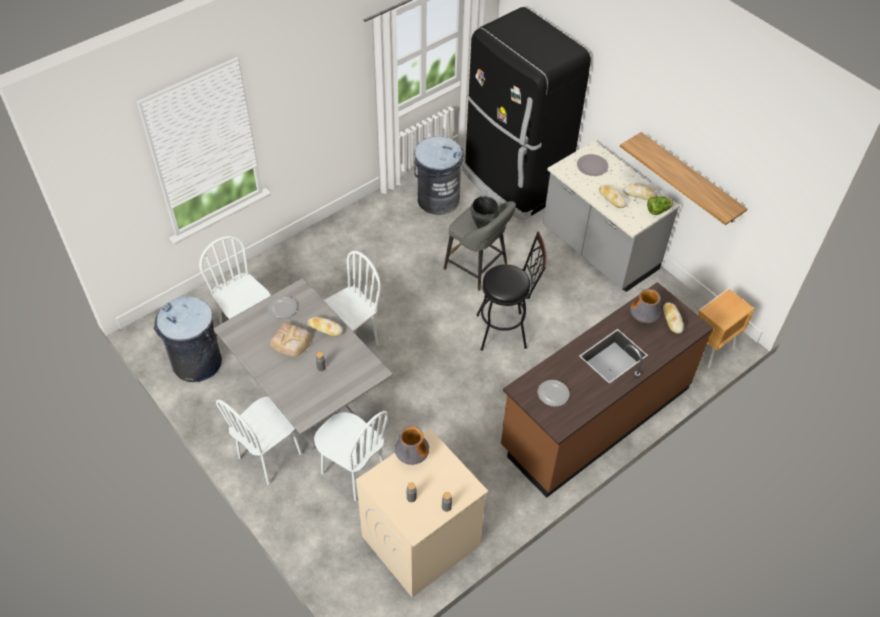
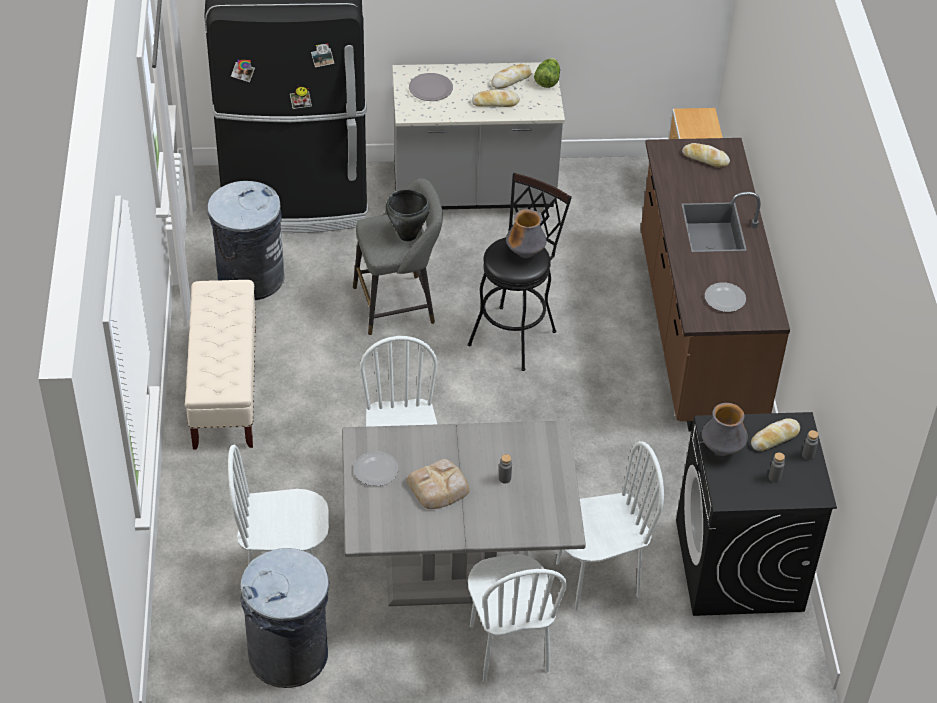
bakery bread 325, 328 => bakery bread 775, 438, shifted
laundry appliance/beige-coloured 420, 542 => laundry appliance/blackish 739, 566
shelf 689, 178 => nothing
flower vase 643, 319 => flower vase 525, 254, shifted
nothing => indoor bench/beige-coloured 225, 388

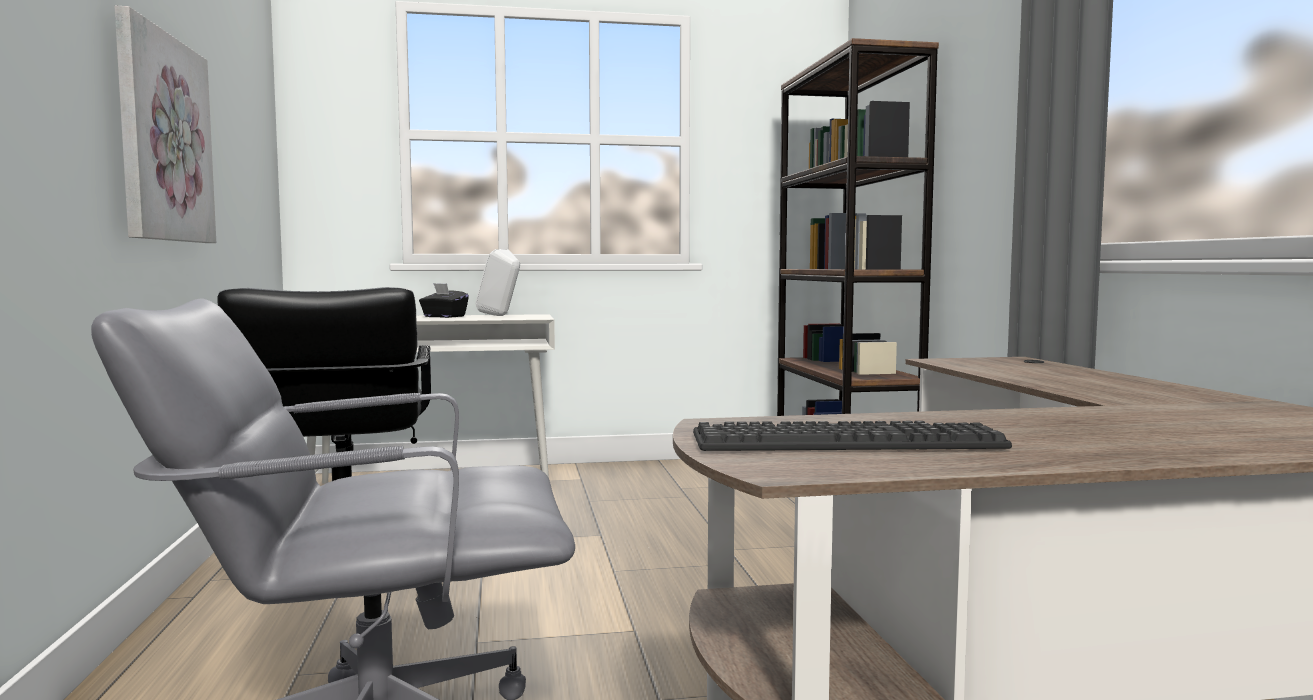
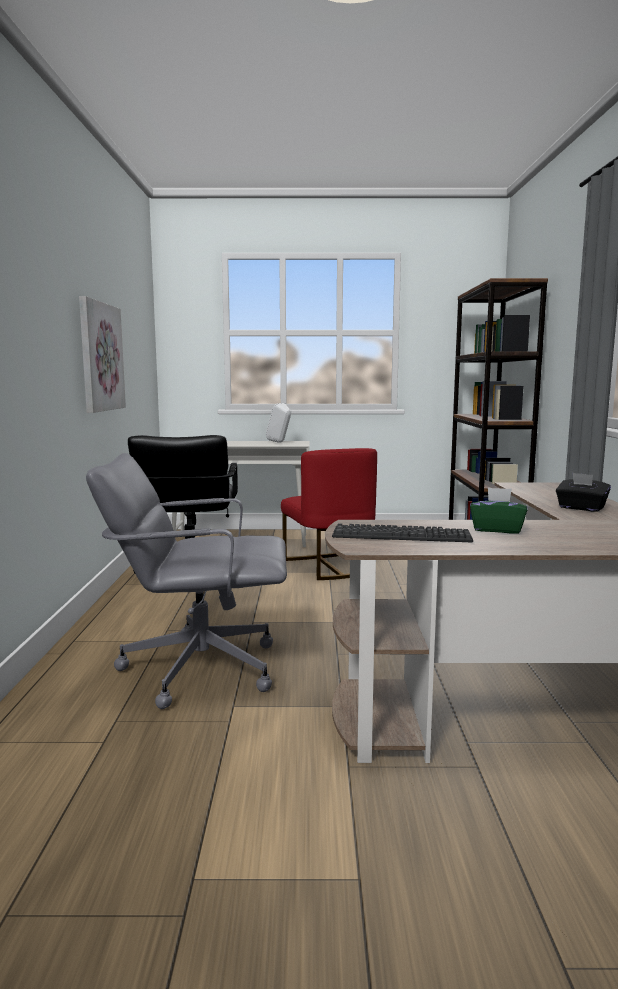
box of tissues/blackish 444, 317 => box of tissues/blackish 581, 508, shifted
nothing => upright chair/red-coloured 328, 567
nothing => box of tissues/greenish 497, 529

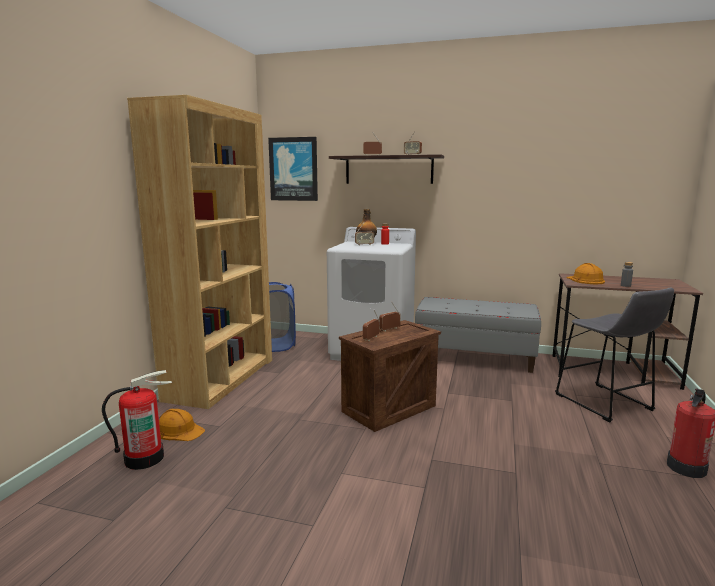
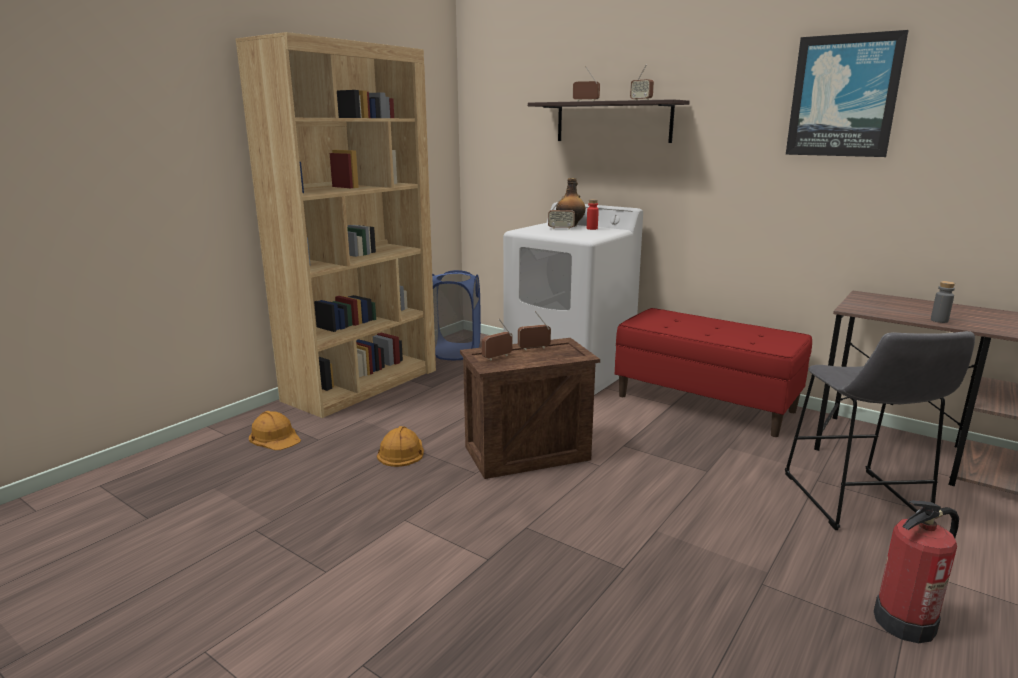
fire-fighting cylinder 144, 458 => nothing
wall art 293, 169 => wall art 843, 96, shifted
indoor bench/greyish 474, 358 => indoor bench/red-coloured 705, 403
work helmet/orange-coloured 585, 280 => work helmet/orange-coloured 401, 452, shifted

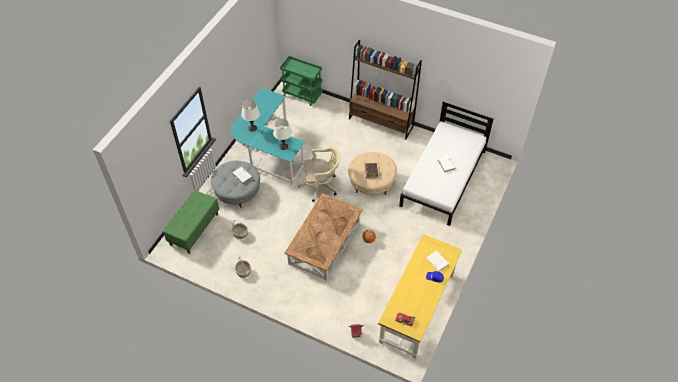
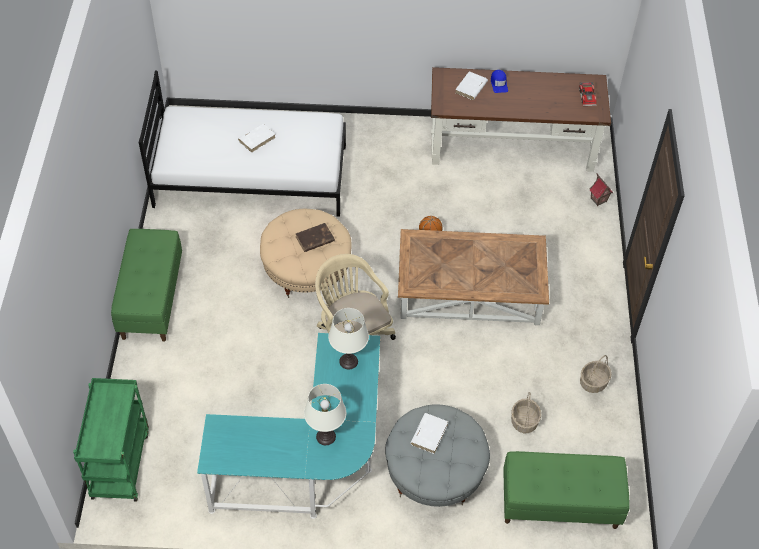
bookcase/brown-coloured 381, 122 => indoor bench/greenish 151, 299
desk/yellow-coloured 417, 308 => desk/brown-coloured 512, 145

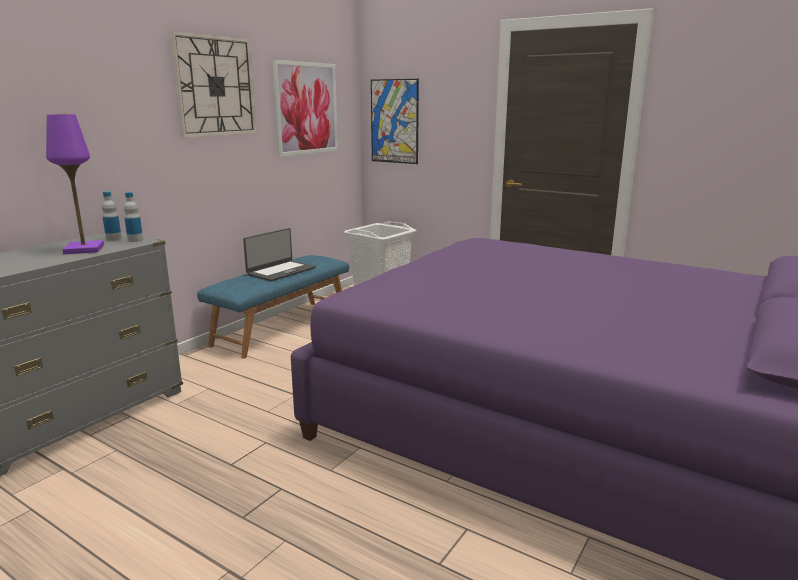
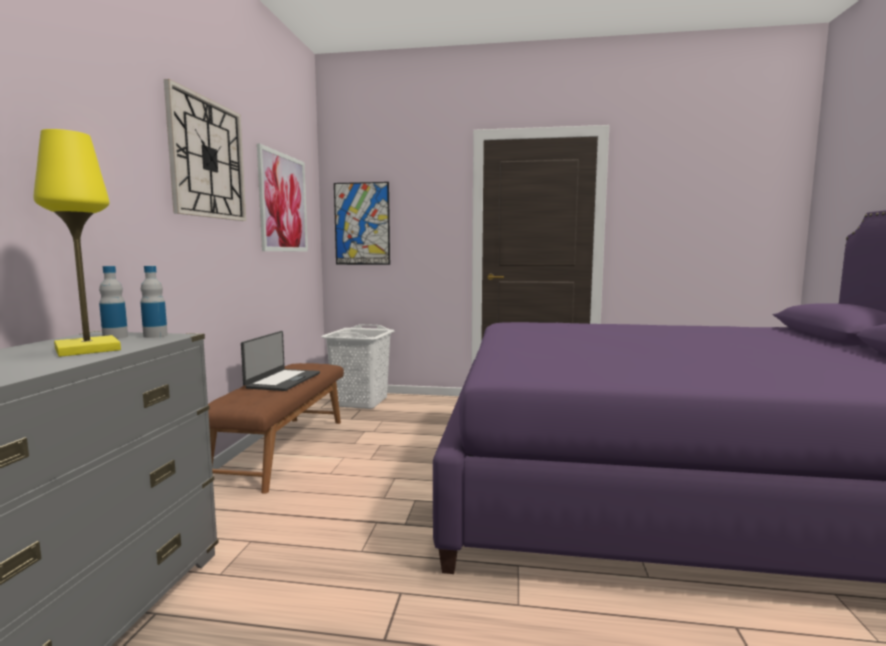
table lamp/purple-coloured 84, 249 => table lamp/yellow-coloured 87, 349
indoor bench/blue-coloured 281, 327 => indoor bench/brown-coloured 281, 449

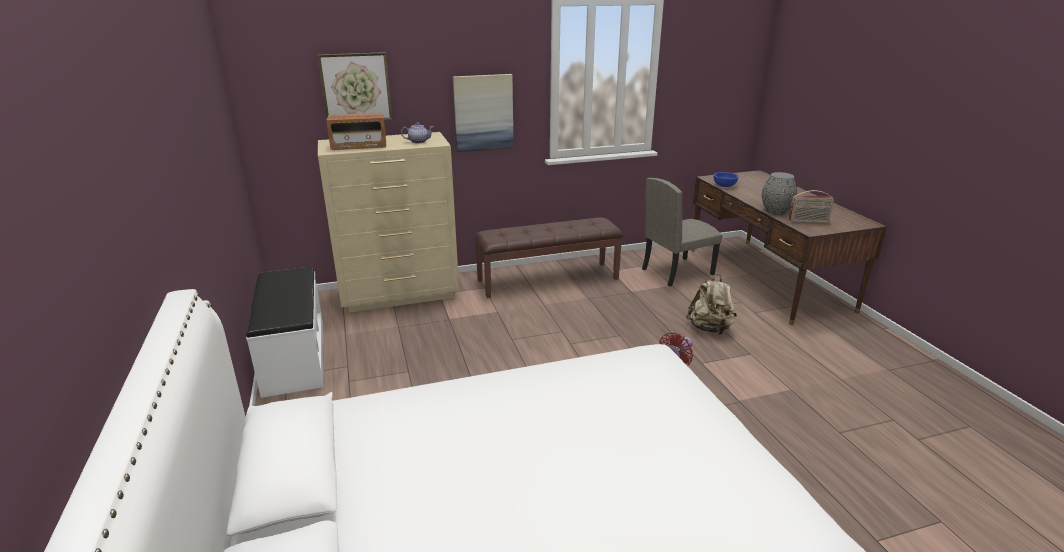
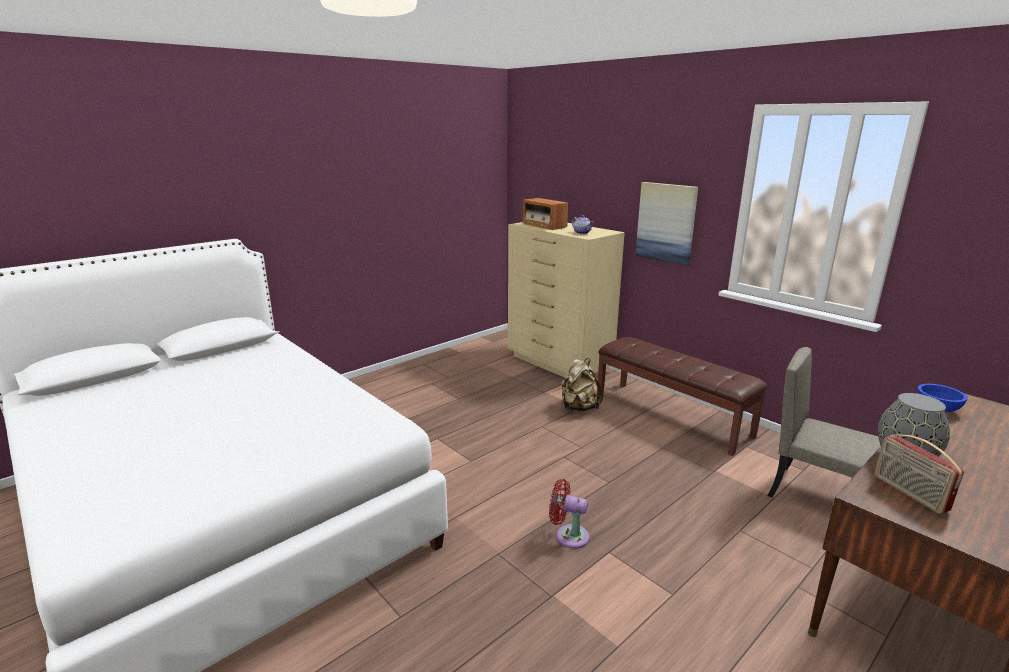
indoor bench/white 293, 356 => nothing
wall art 356, 87 => nothing
knapsack/beige-coloured 710, 329 => knapsack/beige-coloured 578, 408, shifted

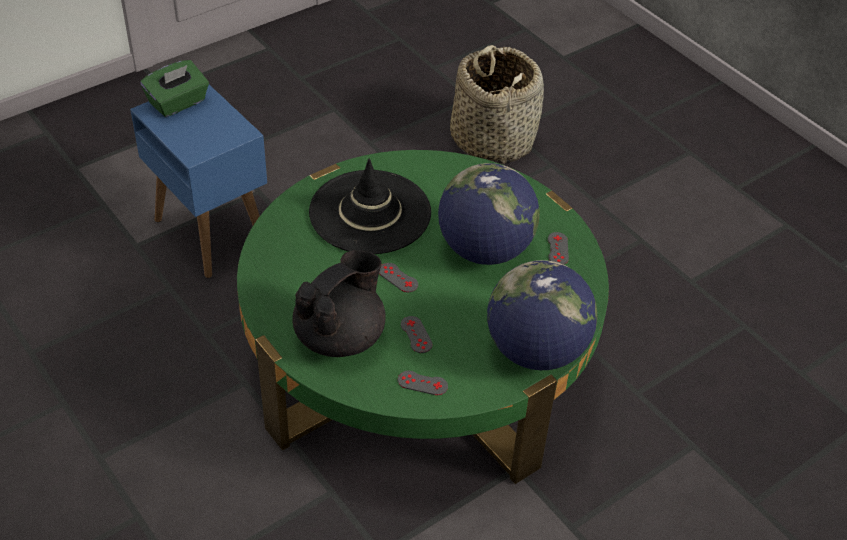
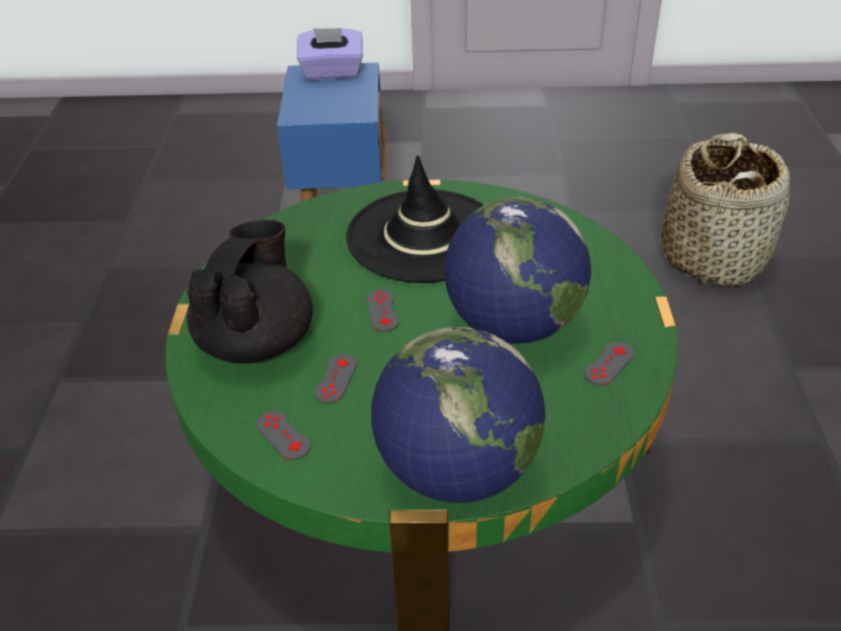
box of tissues/greenish 178, 103 => box of tissues/purple-coloured 332, 73
tea pot/blackish 341, 336 => tea pot/blackish 257, 341, 60 degrees counterclockwise

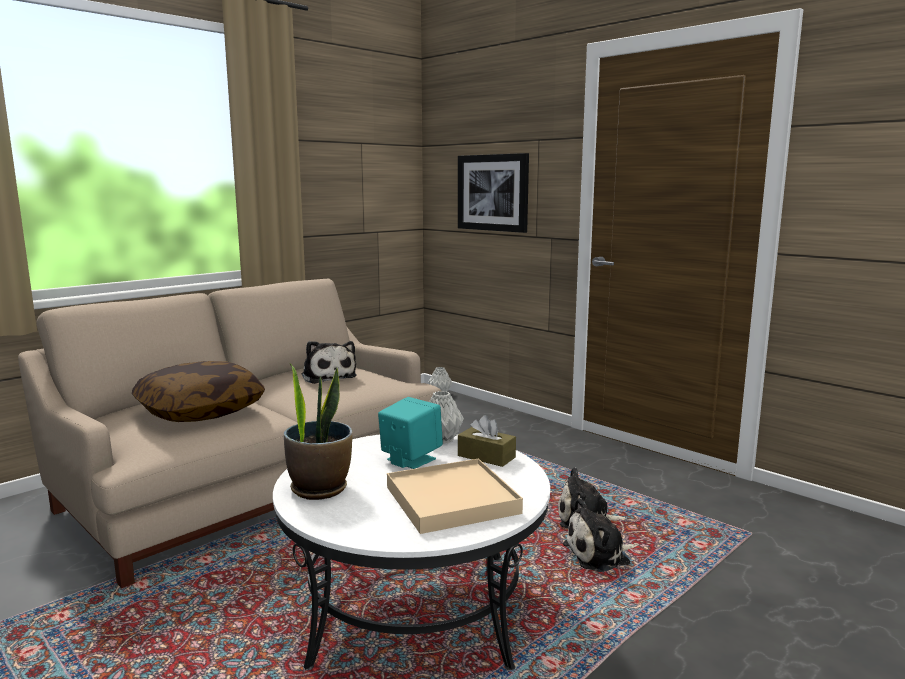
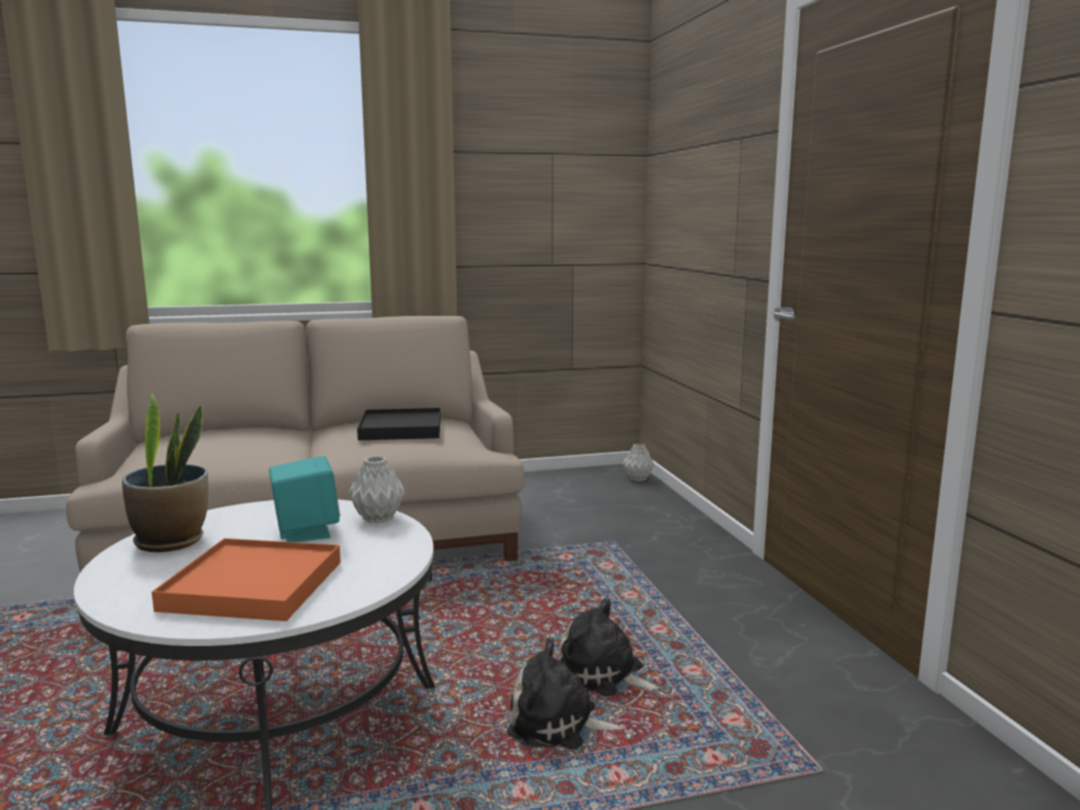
throw pillow 201, 411 => nothing
soft toy 328, 376 => tray/blackish 401, 429
tray/beige-coloured 451, 500 => tray/orange-coloured 253, 585
wall art 493, 192 => nothing
box of tissues/brown-coloured 486, 456 => nothing

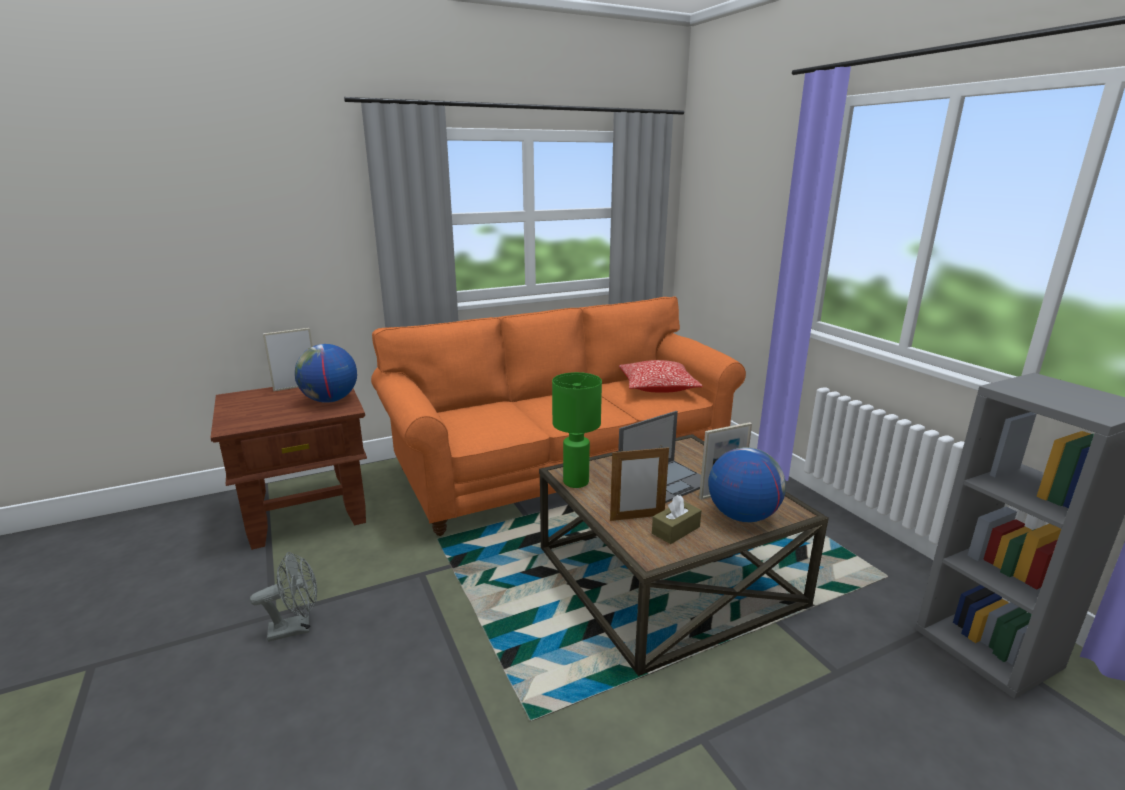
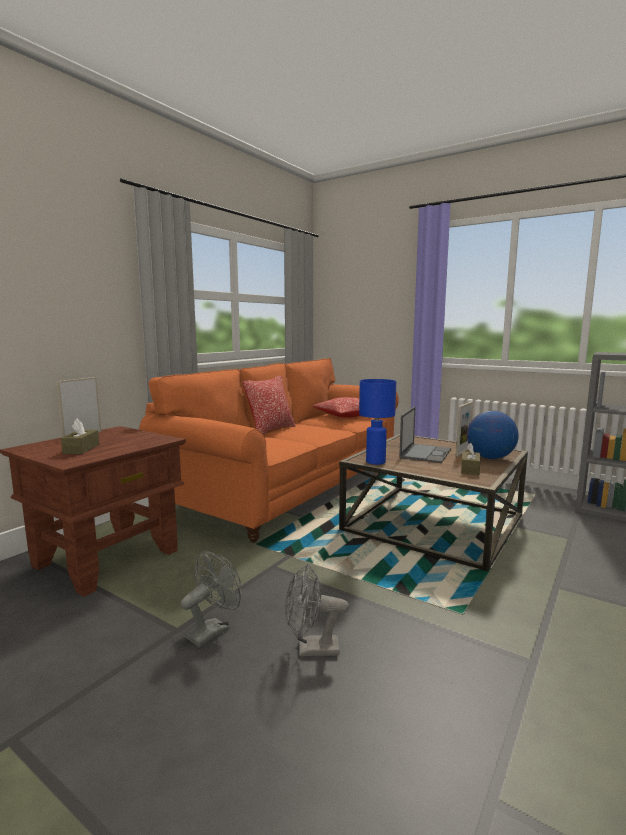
world globe 330, 400 => nothing
table lamp/greenish 576, 482 => table lamp/blue-coloured 376, 462
standing frame 637, 517 => nothing
nothing => box of tissues/brown-coloured 81, 449
nothing => throw pillow 271, 430
nothing => cooling fan/greyish 311, 649

